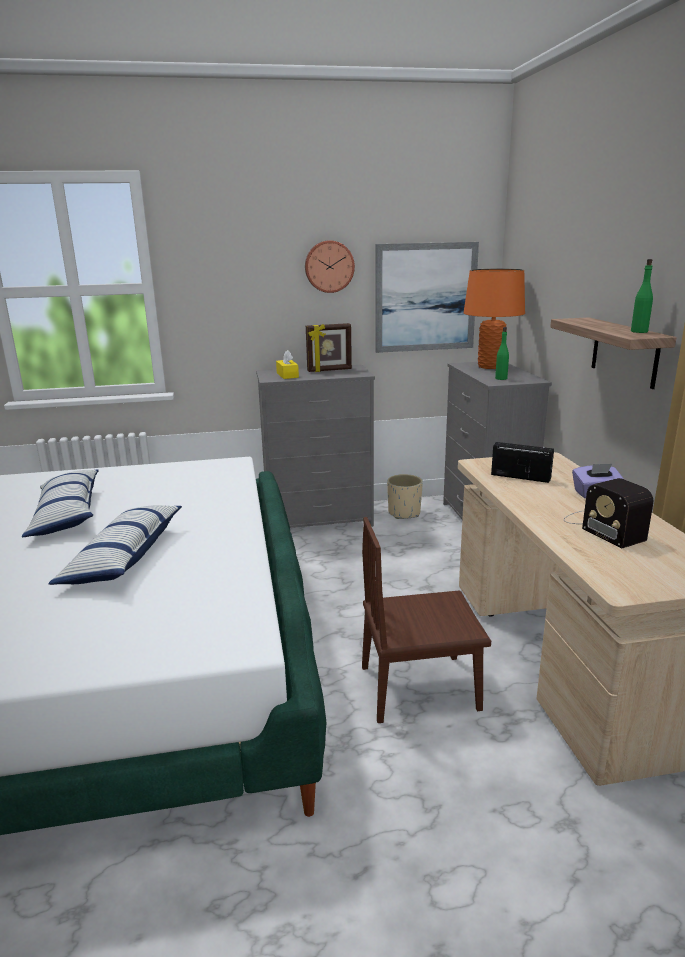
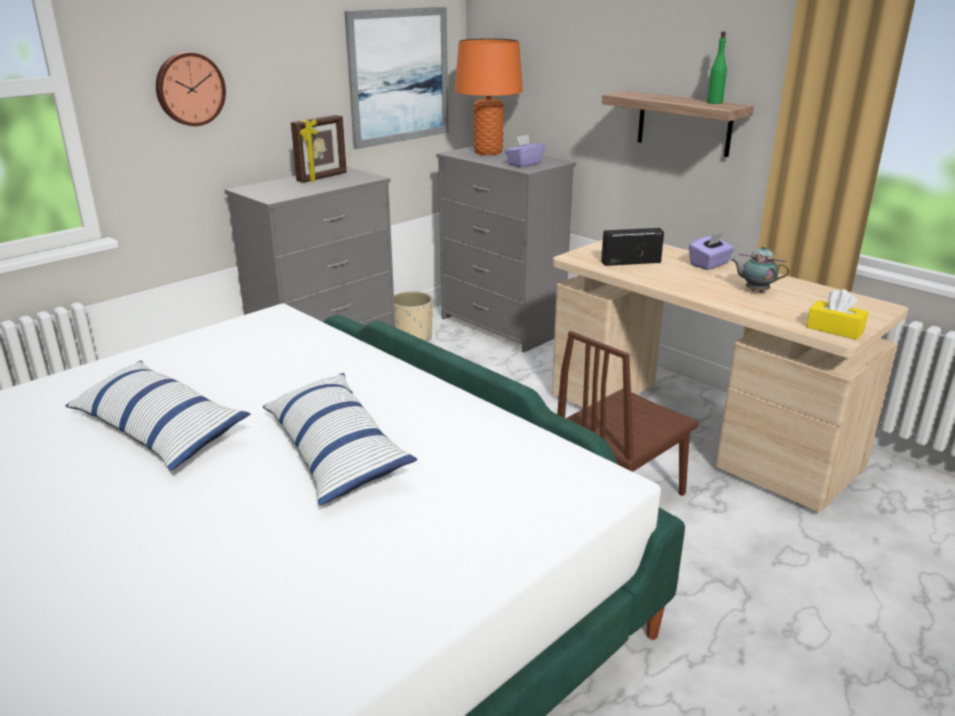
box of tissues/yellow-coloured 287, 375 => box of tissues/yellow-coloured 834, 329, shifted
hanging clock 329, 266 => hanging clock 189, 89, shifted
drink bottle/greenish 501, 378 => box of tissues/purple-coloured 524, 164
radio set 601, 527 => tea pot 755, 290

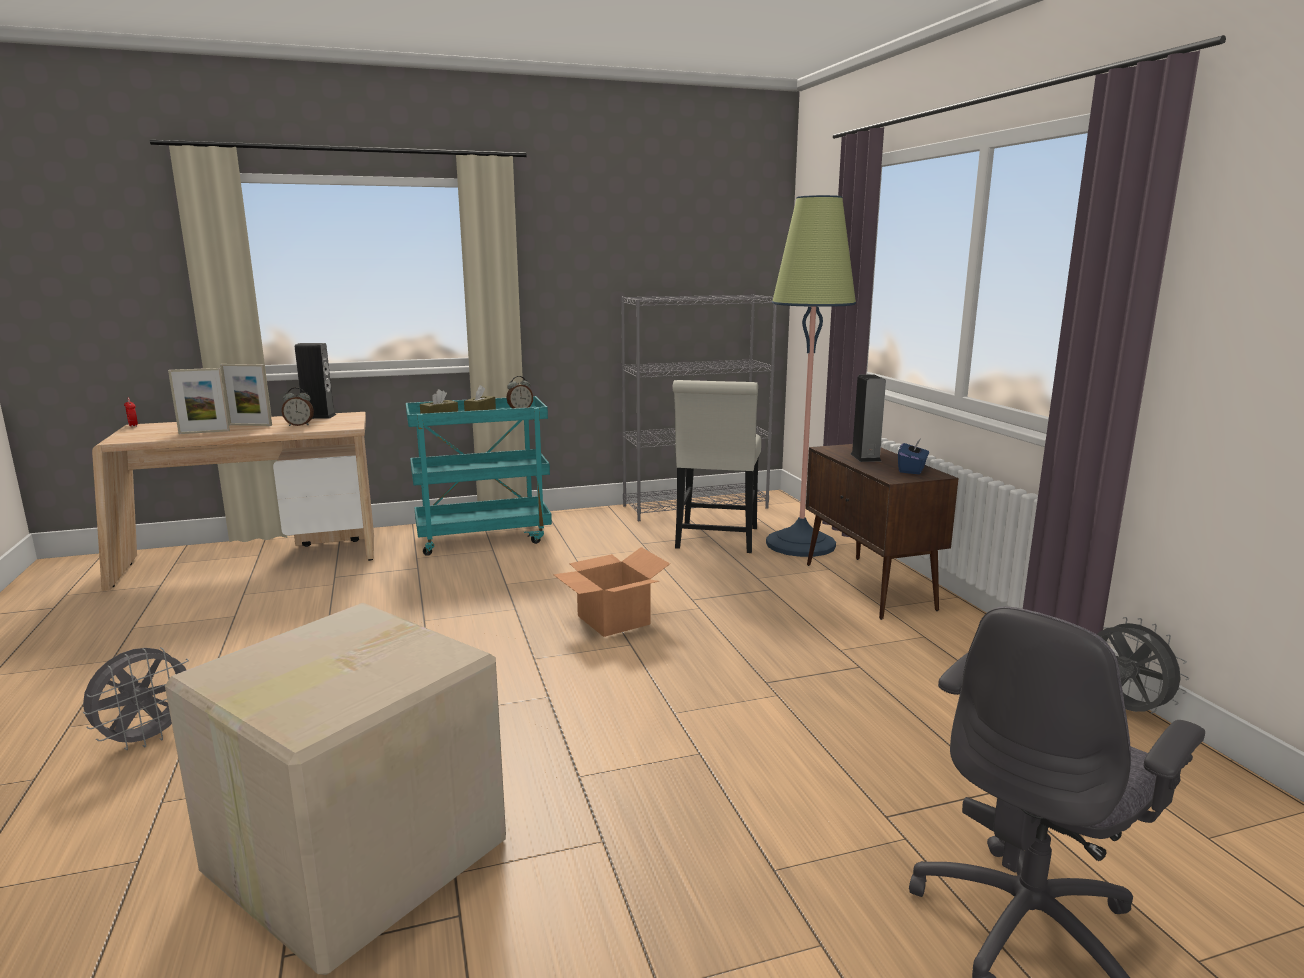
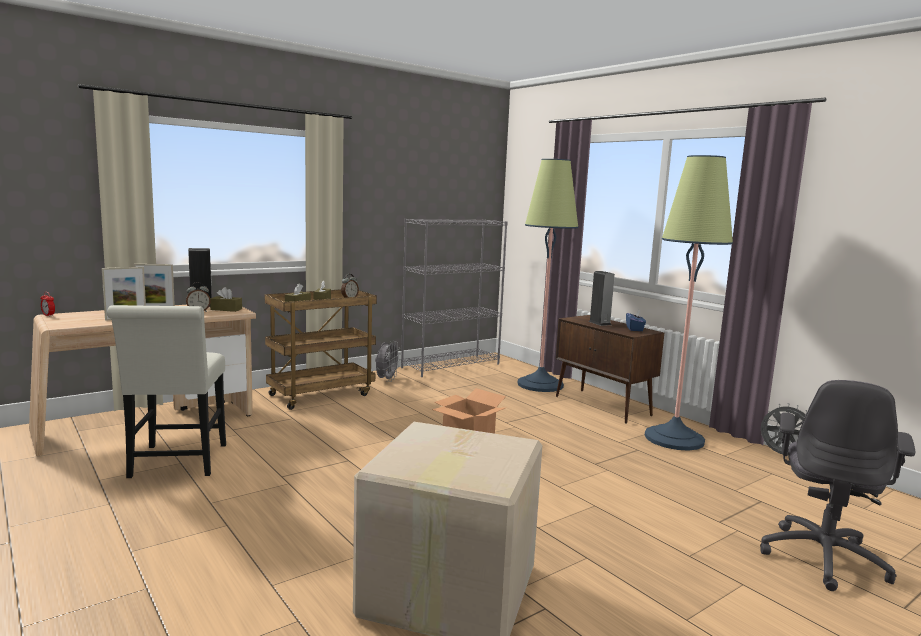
cooling fan/greyish 148, 738 => cooling fan/greyish 386, 380, shifted
trolley/turquoise 484, 537 => trolley/brown-coloured 321, 394
upright chair/white 716, 540 => upright chair/white 176, 464, shifted
nothing => box of tissues/brown-coloured 226, 309
nothing => standard lamp 674, 439

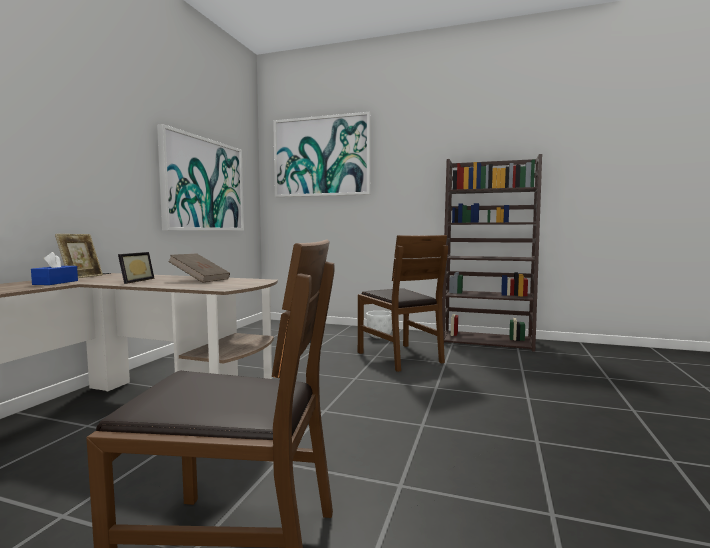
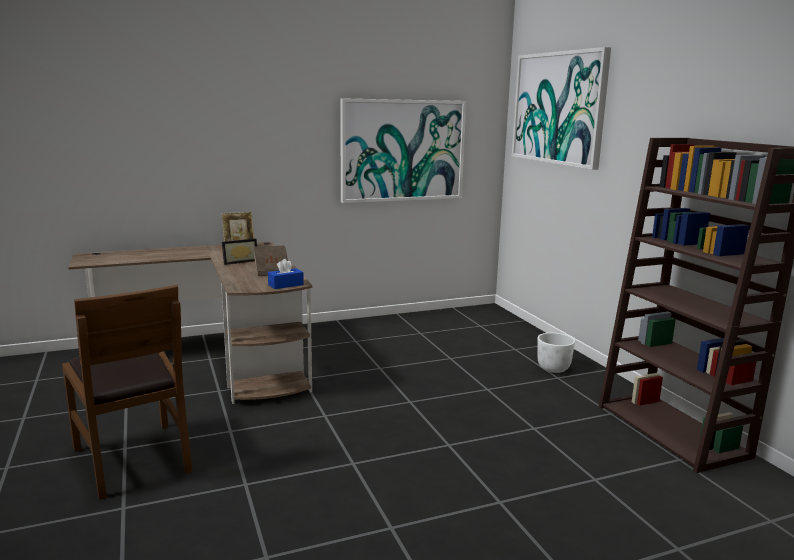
box of tissues/blue-coloured 55, 282 => box of tissues/blue-coloured 285, 285, shifted
upright chair/brown-coloured 400, 357 => nothing

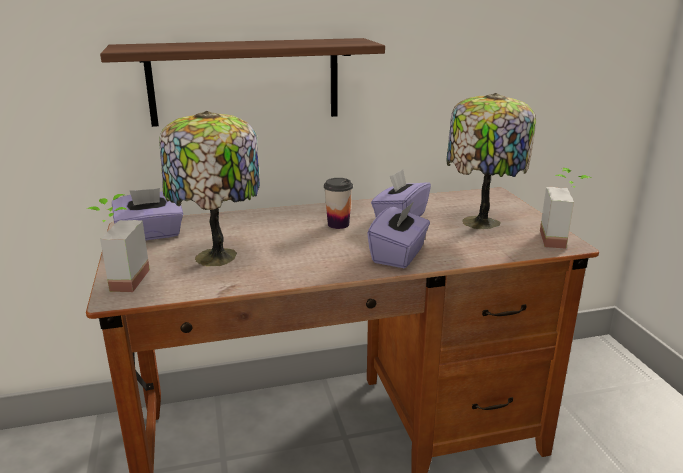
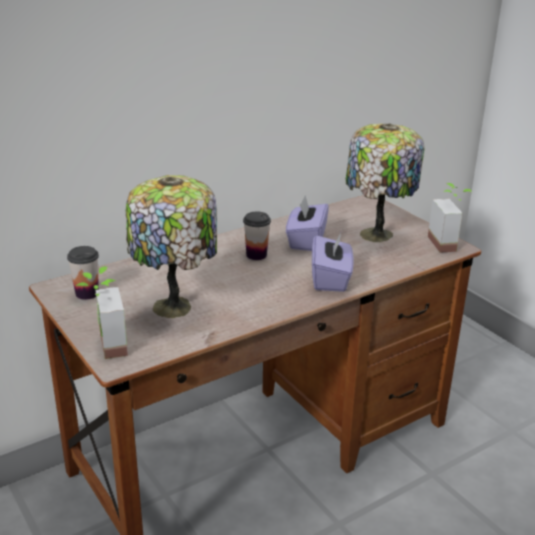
shelf 245, 81 => nothing
box of tissues/purple-coloured 151, 234 => small cup 87, 293

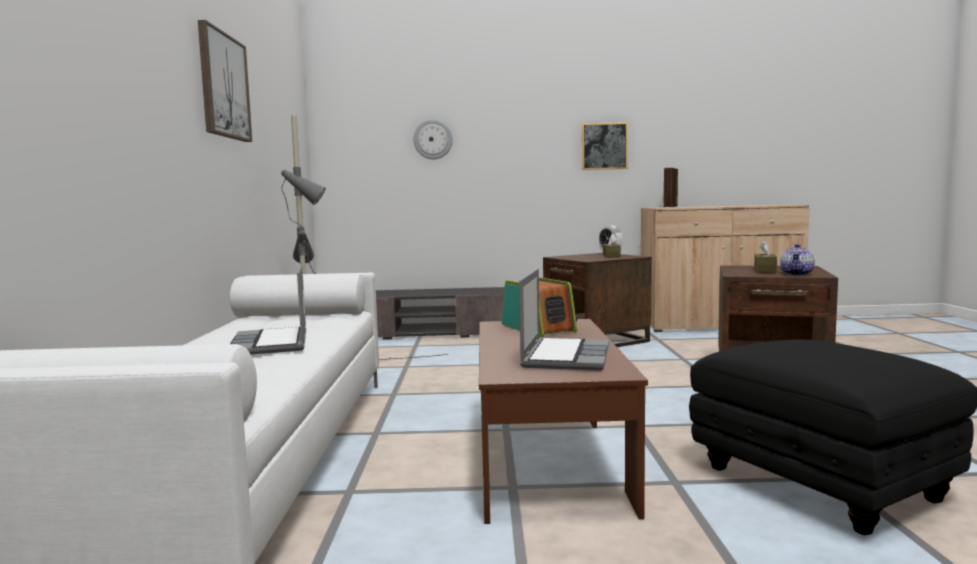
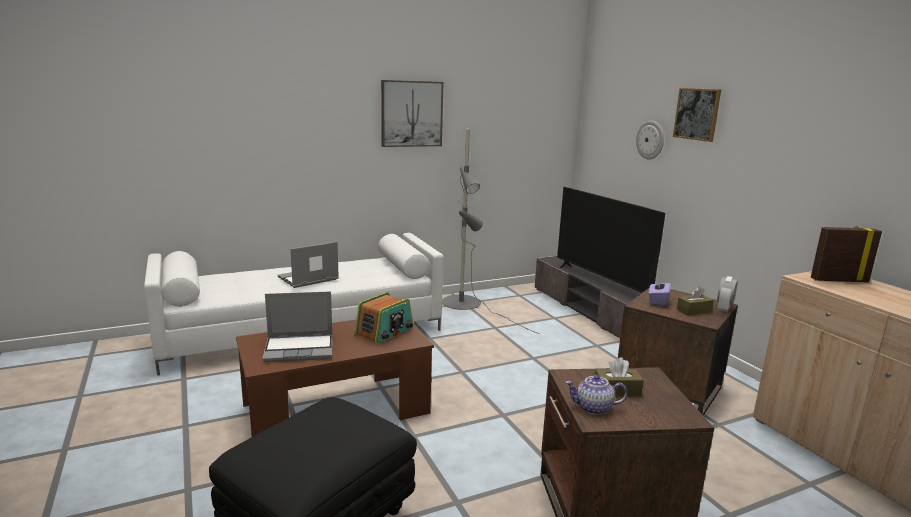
wall art 604, 146 => wall art 697, 114, shifted
nothing => television 601, 282
nothing => box of tissues/purple-coloured 658, 301

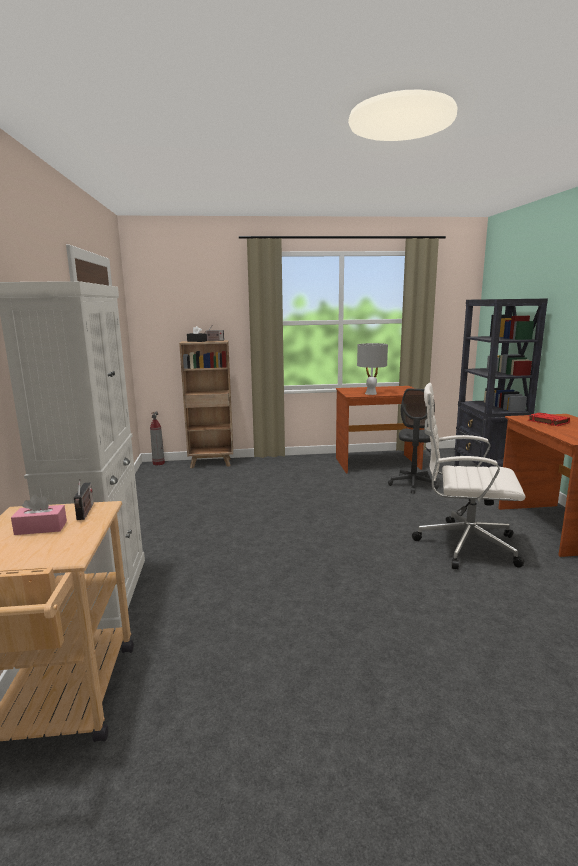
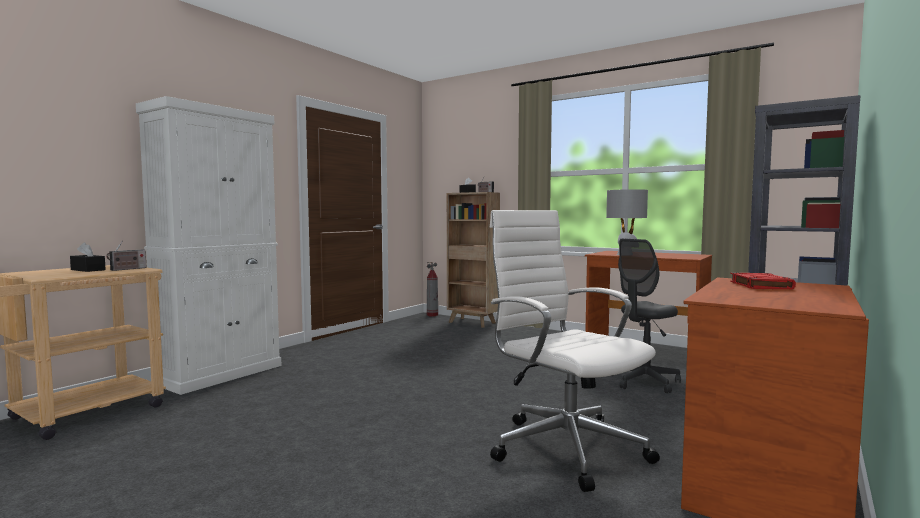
box of tissues/pink 41, 528 => box of tissues/blackish 88, 270

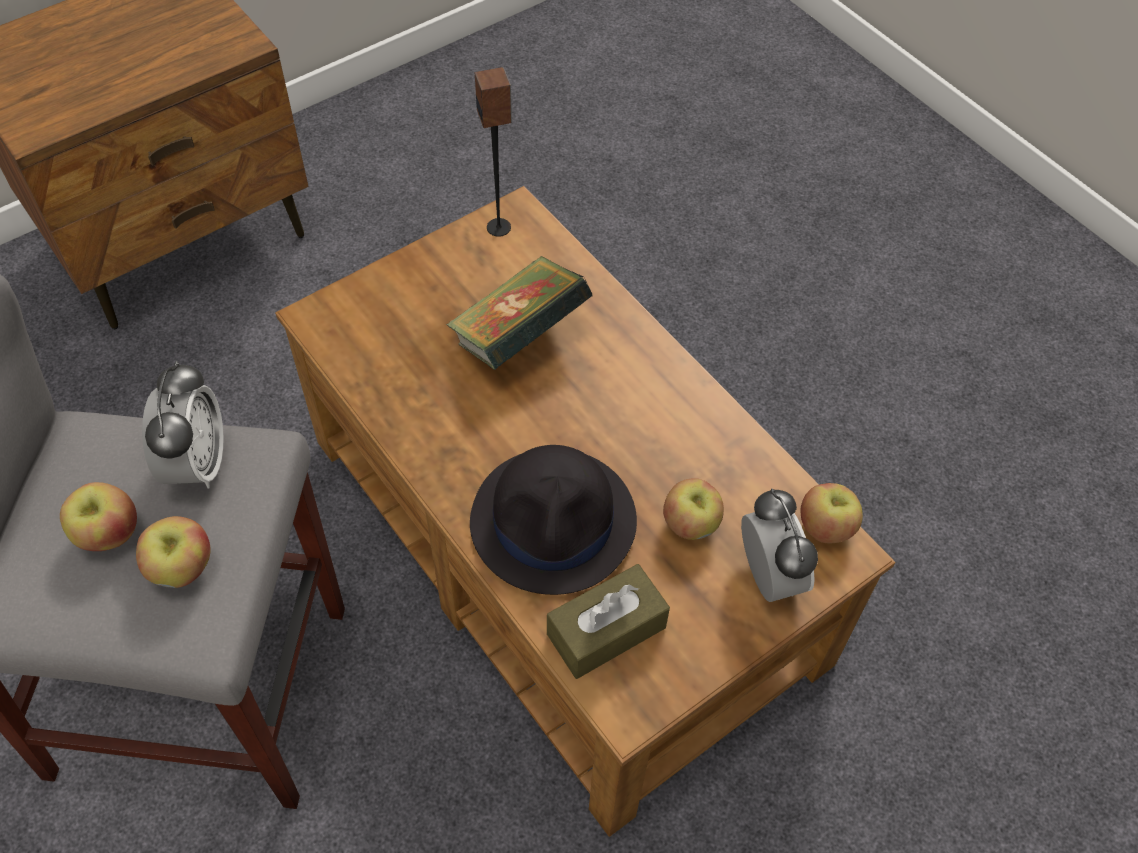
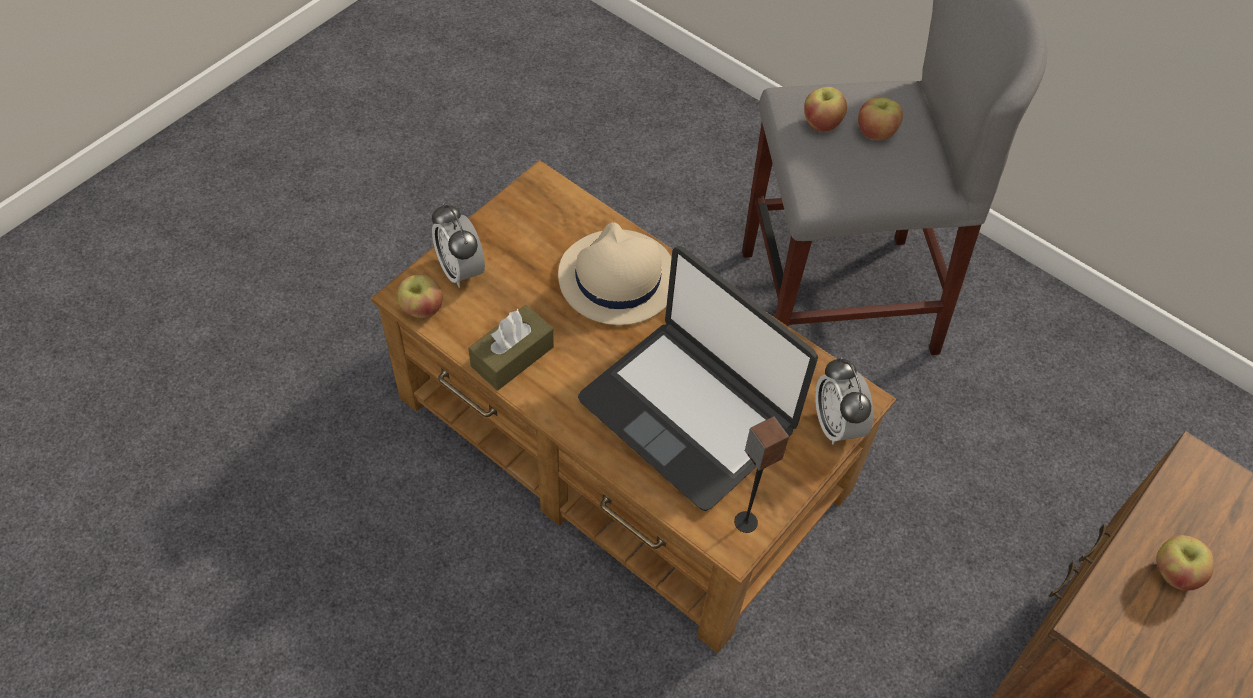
bedside clock 197, 464 => bedside clock 836, 425, shifted
bound book 519, 337 => laptop 688, 413
wearable hat/blackish 554, 521 => wearable hat/beige-coloured 616, 278
box of tissues/brown-coloured 606, 630 => box of tissues/brown-coloured 512, 356, shifted
whole apple 690, 524 => whole apple 1173, 573, shifted

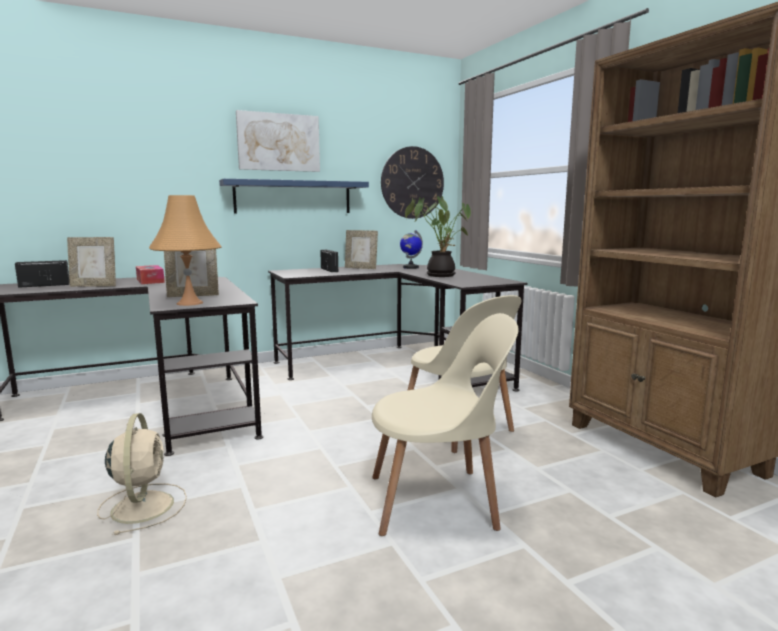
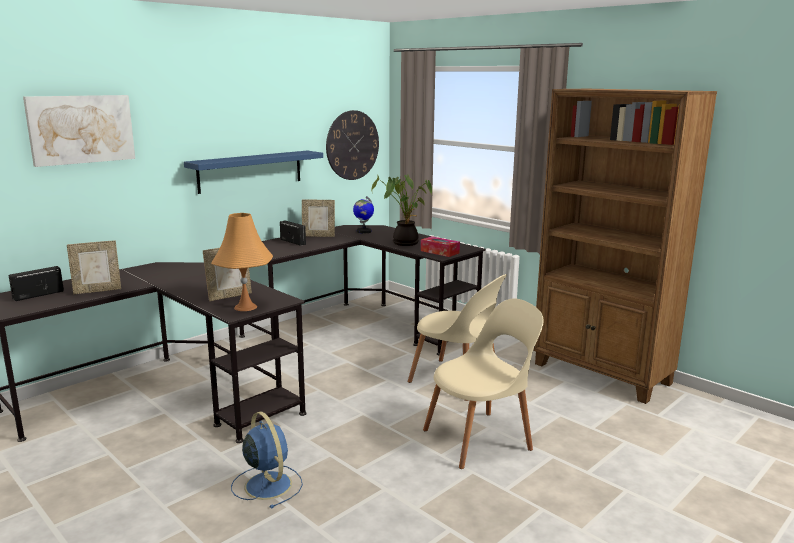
cooling fan/beige-coloured 143, 505 => cooling fan/blue-coloured 267, 484
box of tissues 150, 281 => box of tissues 439, 252, shifted
wall art 278, 142 => wall art 81, 129, shifted

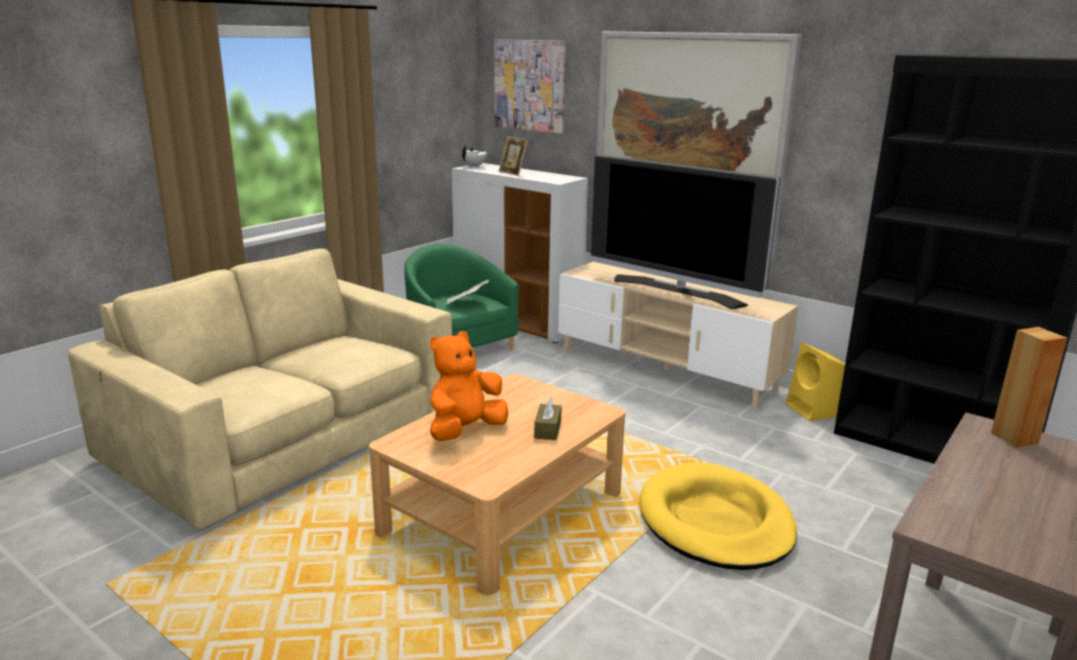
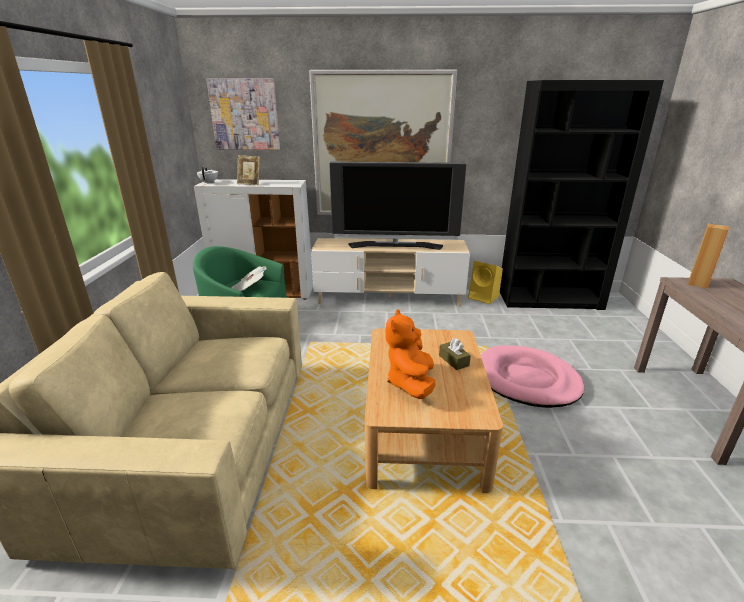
dog bed/yellow-coloured 715, 522 => dog bed/pink 527, 380

